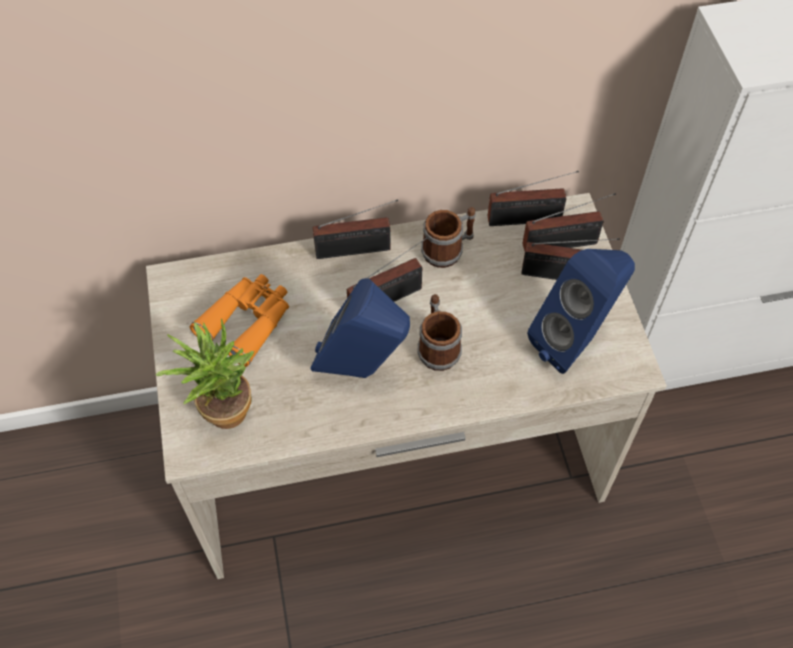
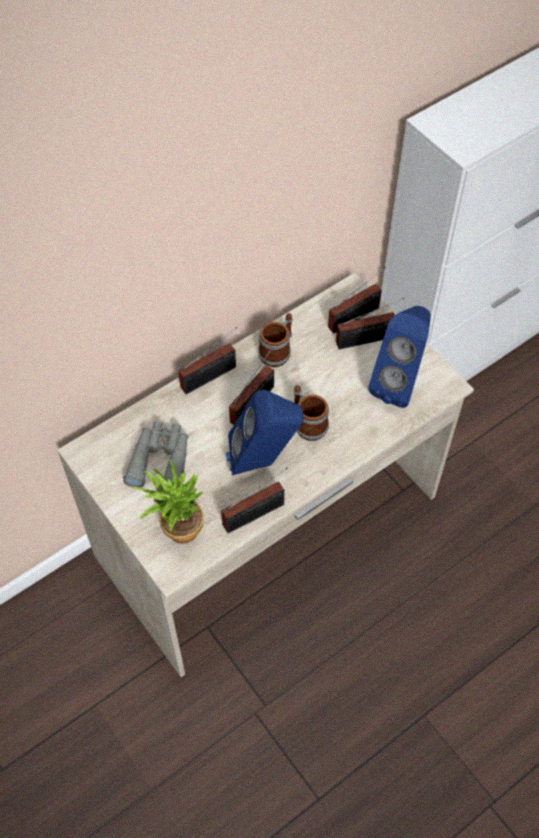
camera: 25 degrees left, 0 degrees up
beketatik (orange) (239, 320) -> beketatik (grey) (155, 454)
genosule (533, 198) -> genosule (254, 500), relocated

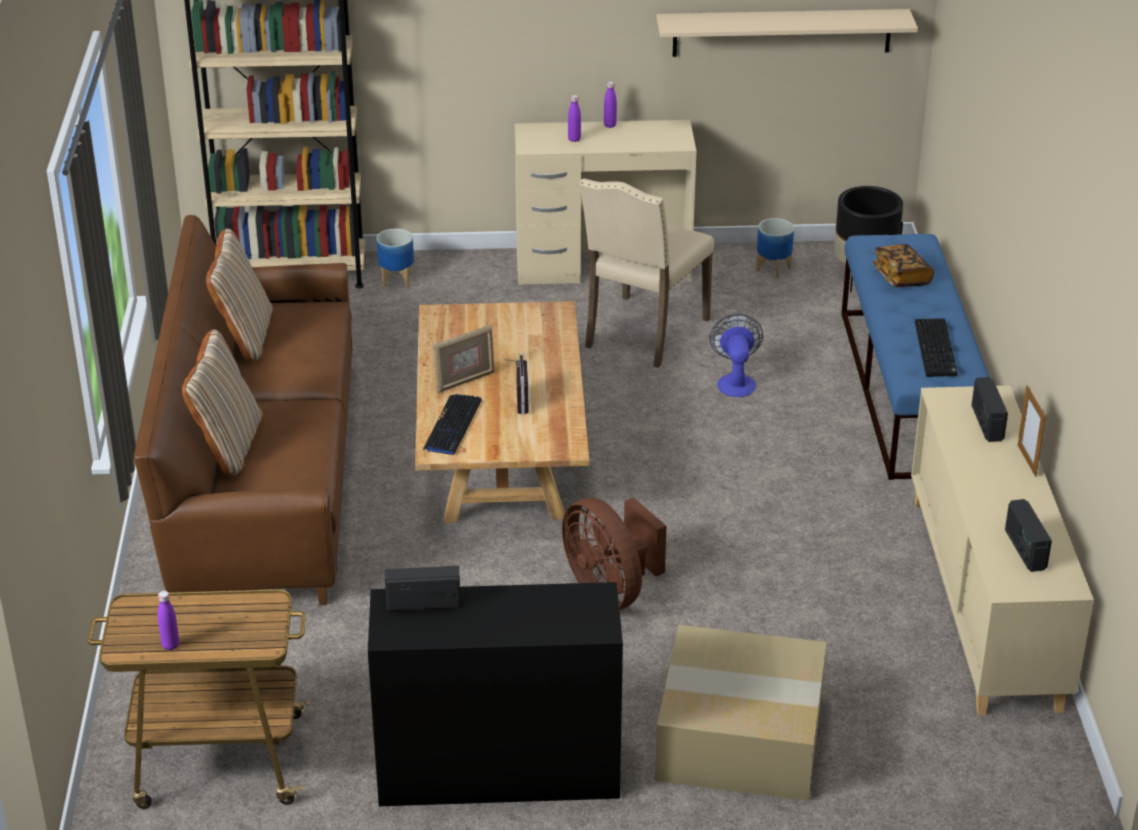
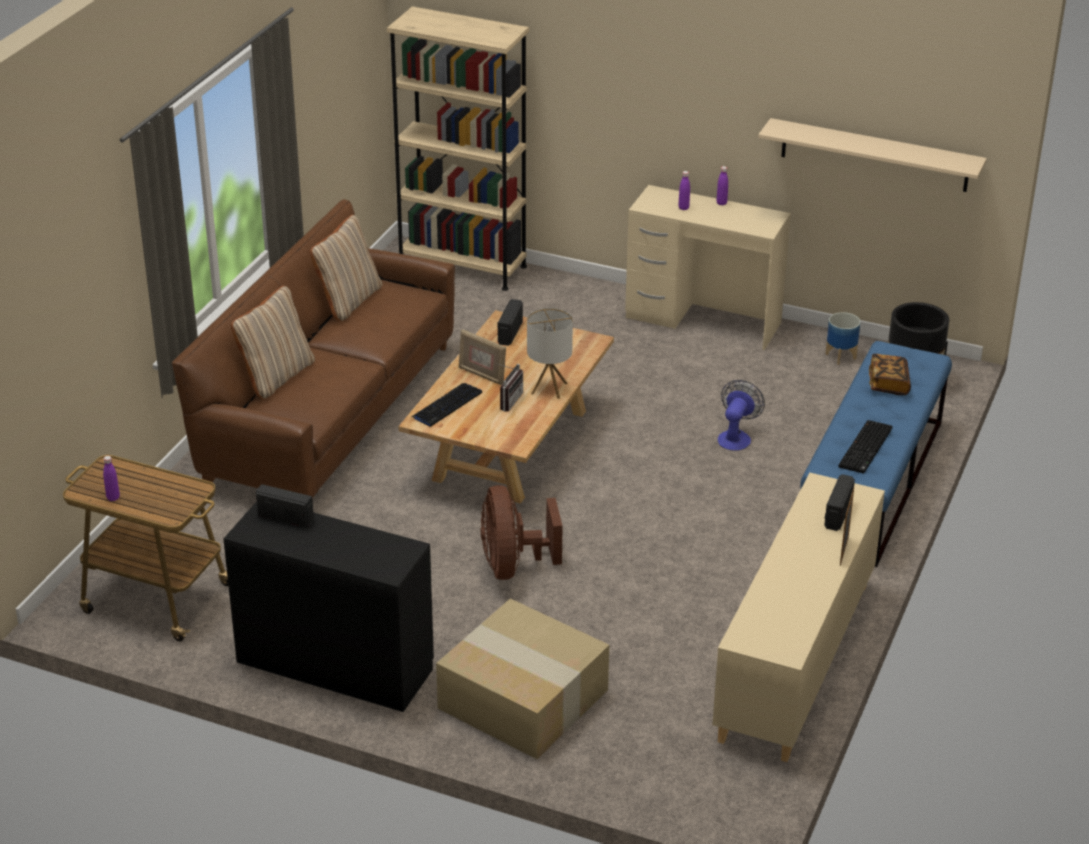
camera: 25 degrees right, 0 degrees up
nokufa (464, 359) -> nokufa (482, 357), 45 degrees clockwise
genosule (1028, 535) -> genosule (510, 322), relocated
none -> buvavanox (550, 353)
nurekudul (395, 258) -> none
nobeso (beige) (647, 273) -> none

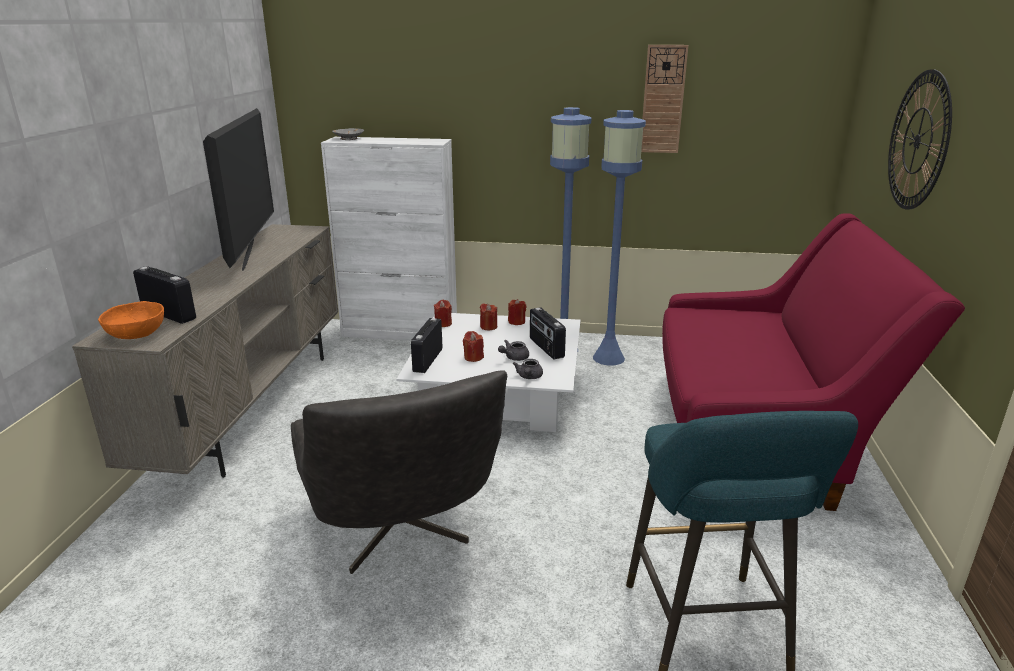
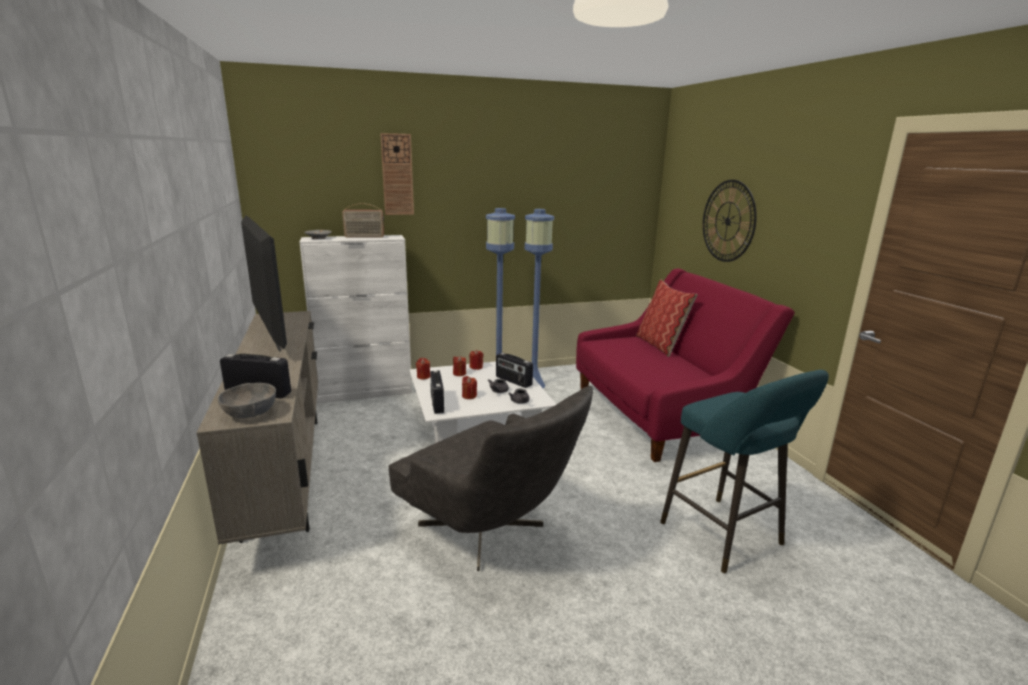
camera: 25 degrees left, 5 degrees down
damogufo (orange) (131, 320) -> damogufo (grey) (247, 400)
none -> genosule (363, 220)
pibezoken (665, 99) -> pibezoken (397, 174), relocated
none -> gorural (667, 318)

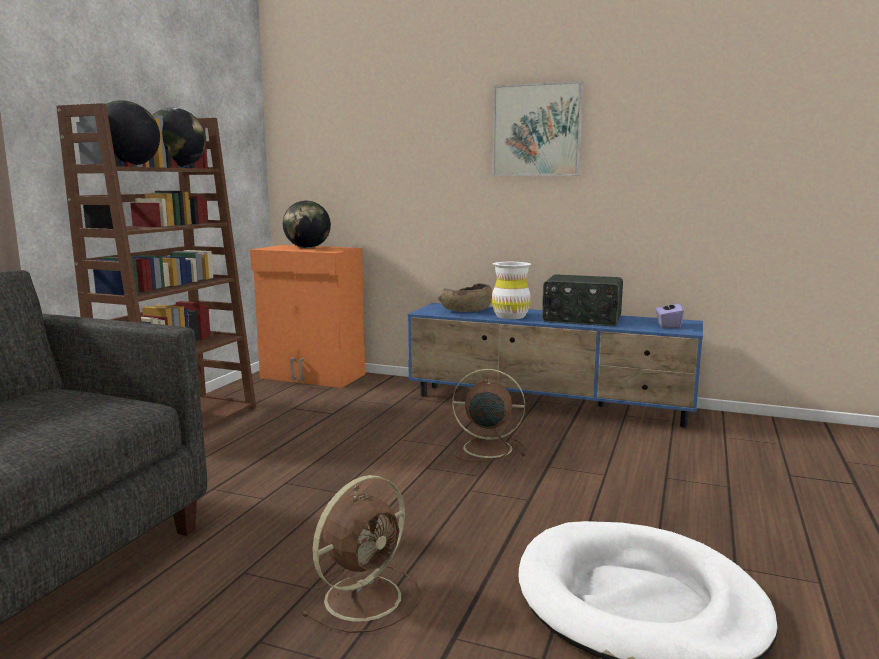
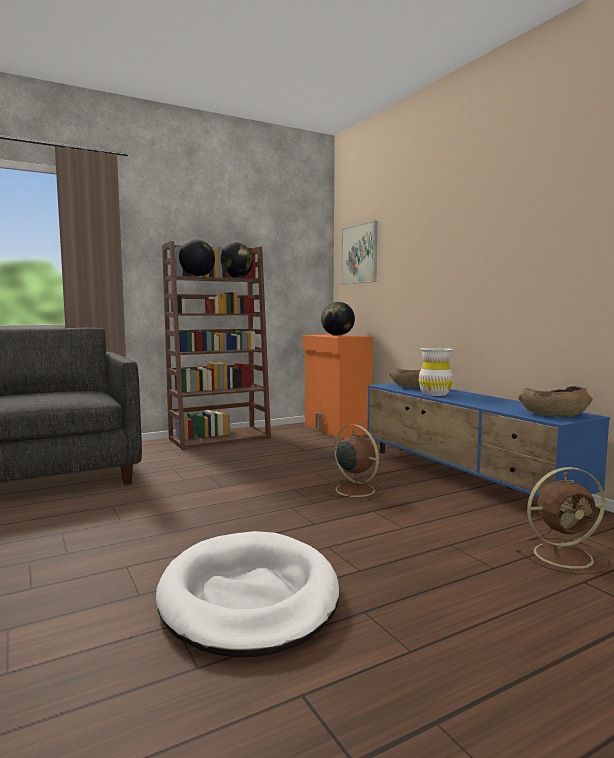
camera: 40 degrees right, 5 degrees down
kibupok (537, 128) -> kibupok (359, 252), relocated
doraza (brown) (361, 554) -> doraza (brown) (563, 521), relocated
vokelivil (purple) (669, 314) -> damogufo (brown) (555, 401)
genosule (582, 300) -> none

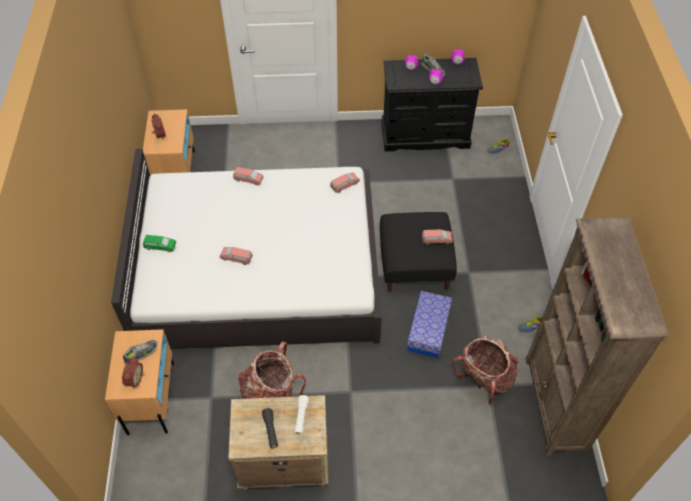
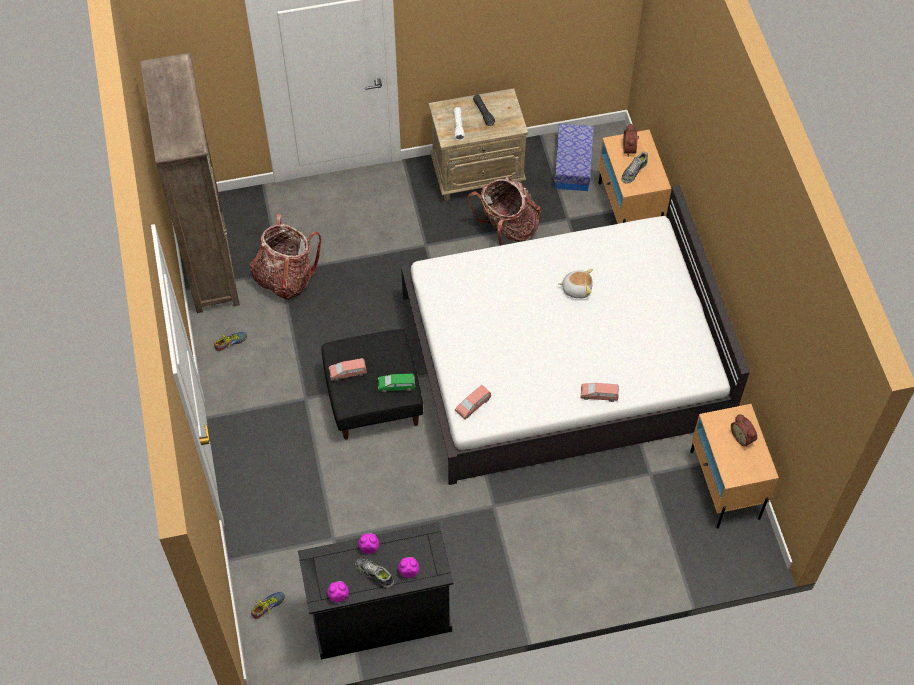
camera: 170 degrees right, 5 degrees up
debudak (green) (159, 243) -> debudak (green) (396, 383), relocated
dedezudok (429, 324) -> dedezudok (574, 157), relocated
debudak (pink) (236, 256) -> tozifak (575, 283)

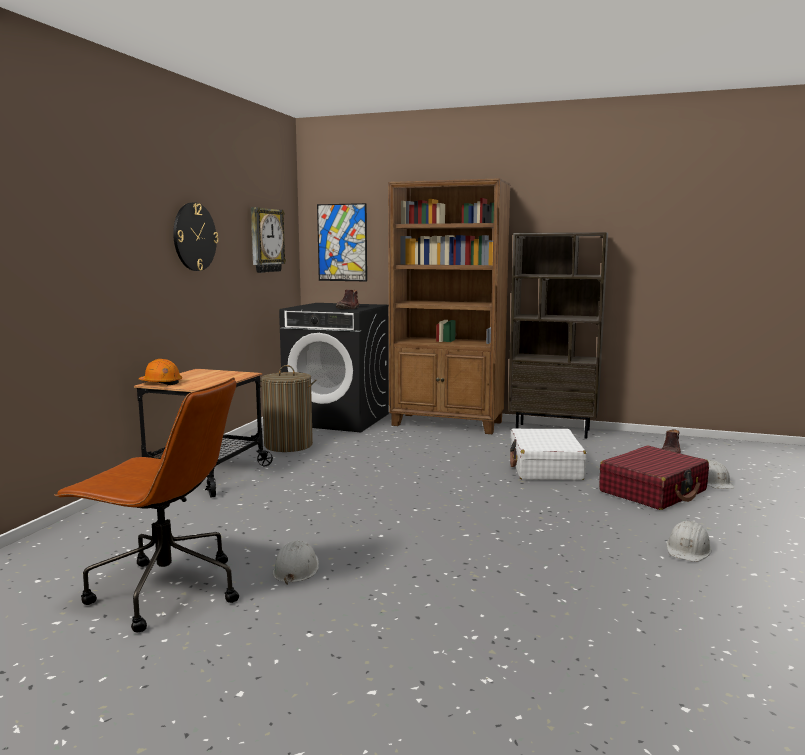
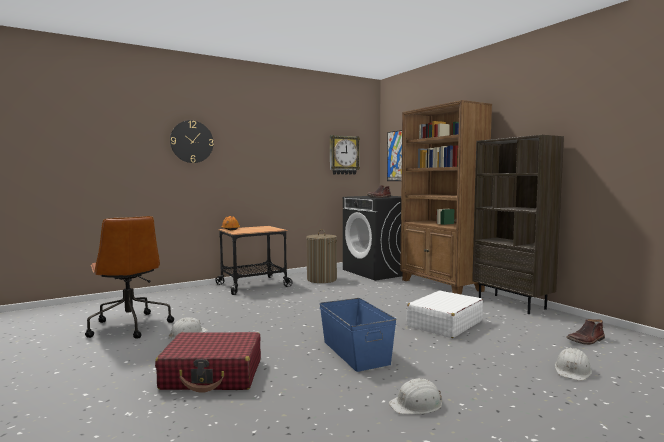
camera: 40 degrees right, 5 degrees down
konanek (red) (654, 478) -> konanek (red) (208, 362), relocated
pibezoken (195, 236) -> pibezoken (191, 141), relocated
none -> dedezudok (blue) (358, 335)

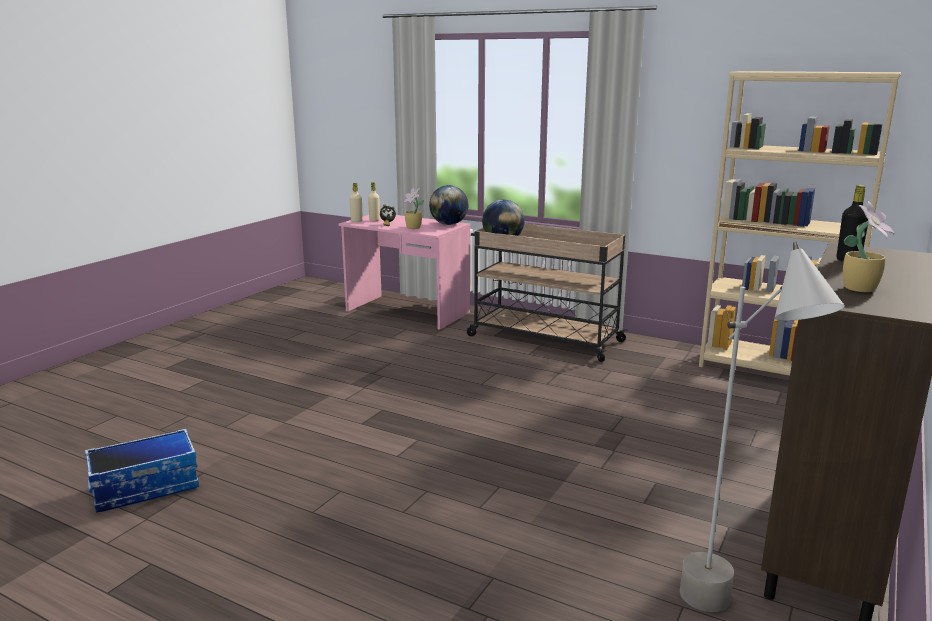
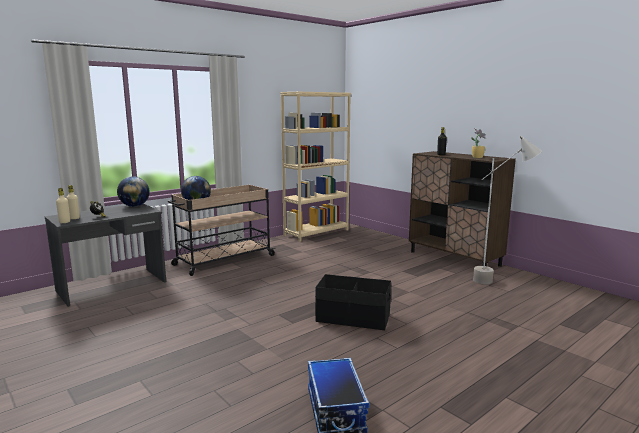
camera: 70 degrees left, 5 degrees down
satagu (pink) (405, 272) -> satagu (grey) (105, 255)
none -> dedezudok (black) (353, 302)
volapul (414, 208) -> none

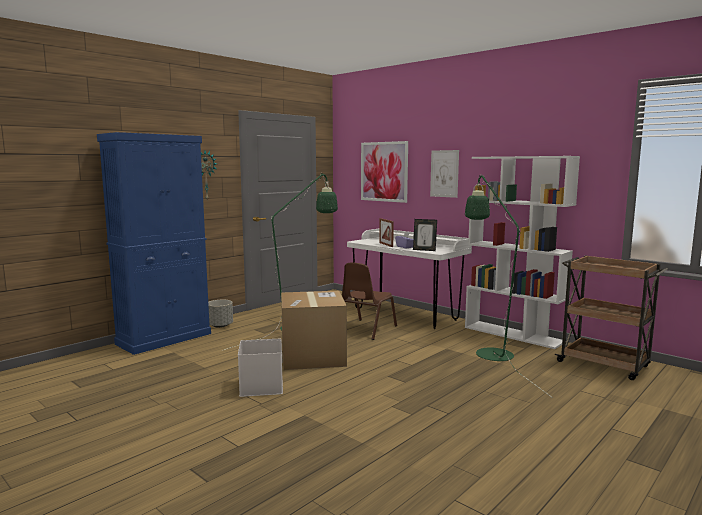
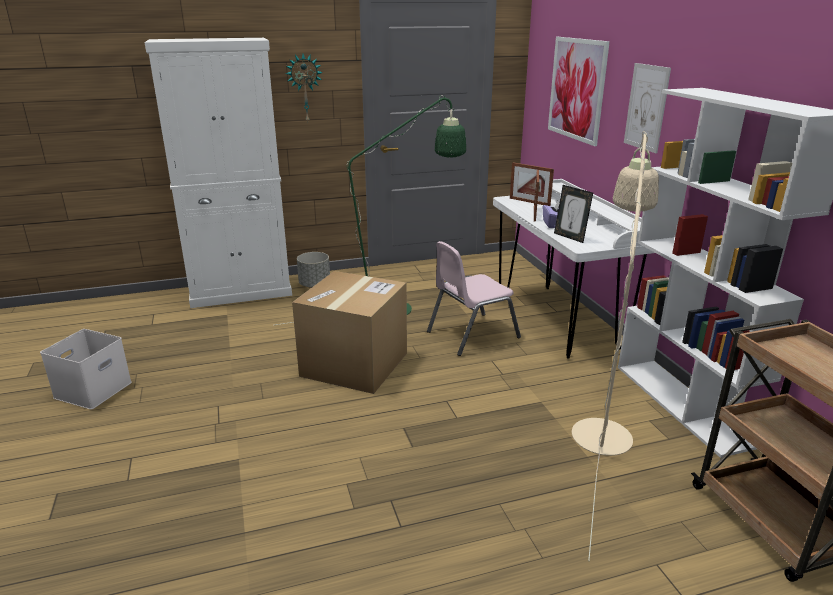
camera: 30 degrees right, 15 degrees up
dedezudok (white) (260, 368) -> dedezudok (white) (86, 369), relocated
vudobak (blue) (154, 243) -> vudobak (white) (218, 173)
nobeso (brown) (369, 301) -> nobeso (pink) (474, 298)
none -> nokufa (532, 184)
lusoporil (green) (509, 286) -> lusoporil (beige) (615, 346)

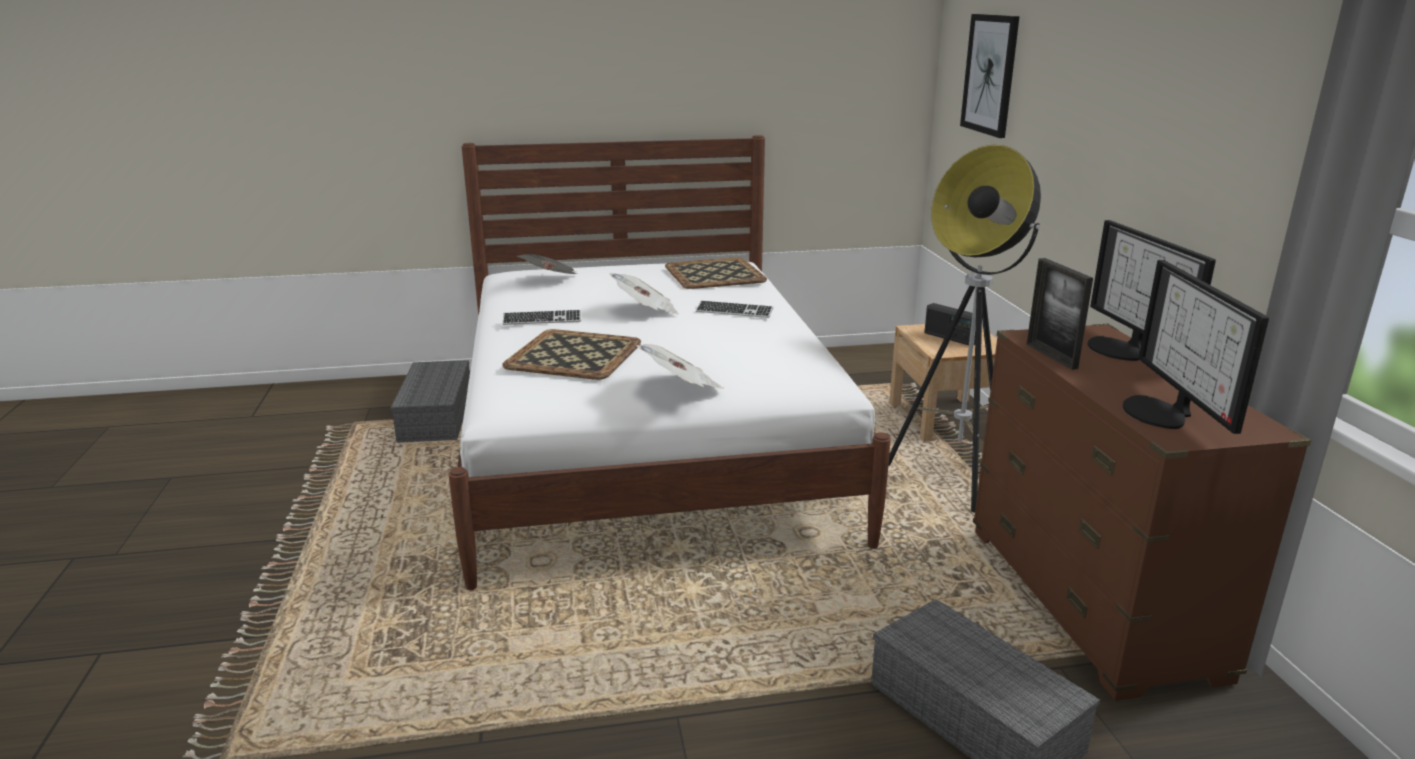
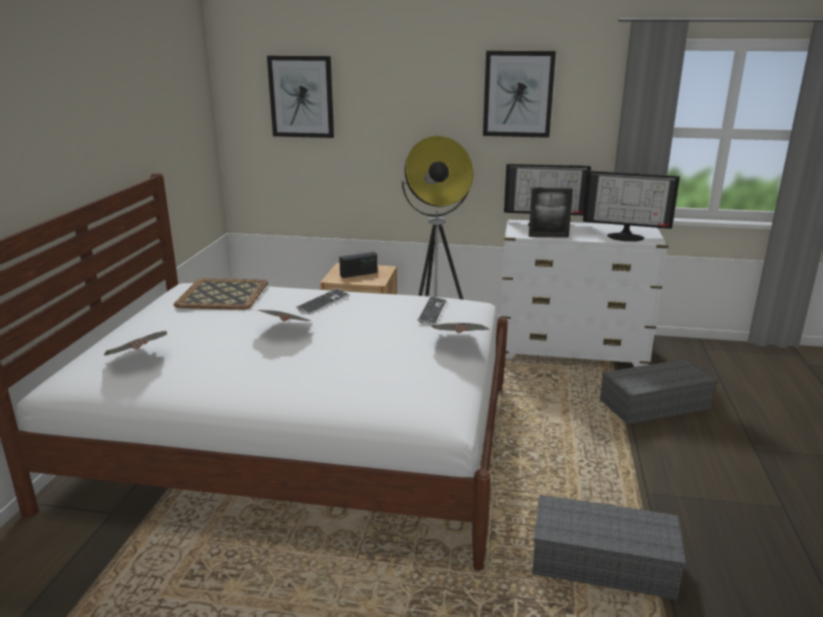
camera: 70 degrees left, 0 degrees up
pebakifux (541, 317) -> pebakifux (432, 310), relocated
none -> kibupok (519, 94)
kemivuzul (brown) (1142, 512) -> kemivuzul (white) (584, 293)
dedezudok (grey) (430, 401) -> dedezudok (grey) (609, 547), relocated
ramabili (571, 354) -> none

